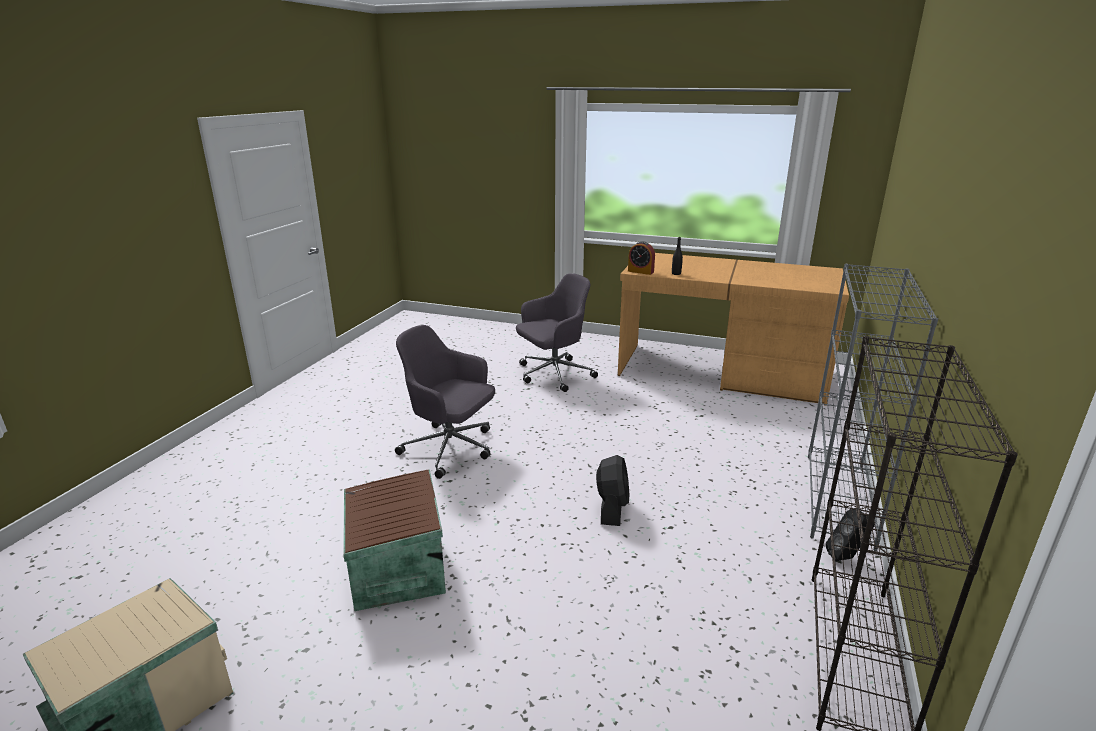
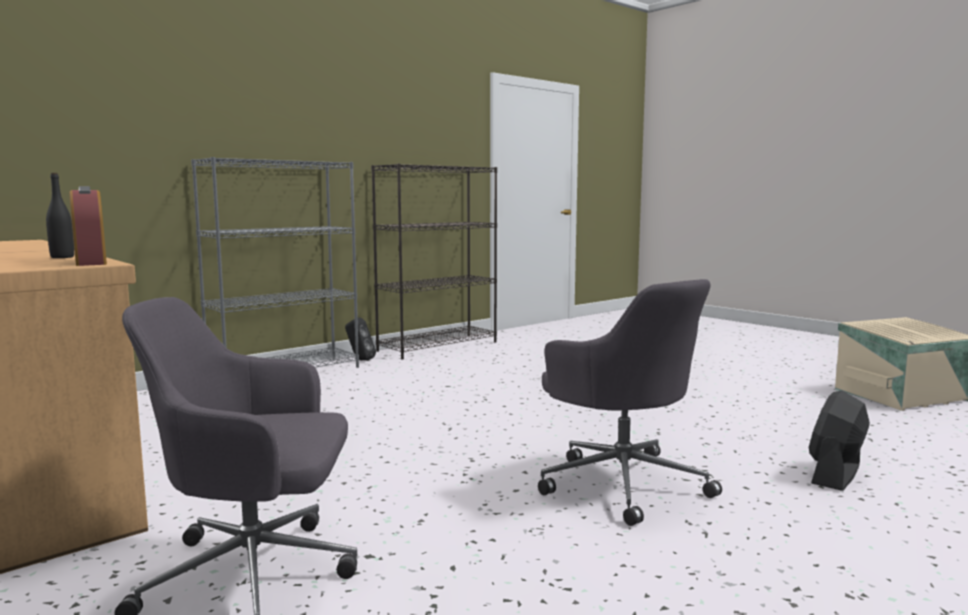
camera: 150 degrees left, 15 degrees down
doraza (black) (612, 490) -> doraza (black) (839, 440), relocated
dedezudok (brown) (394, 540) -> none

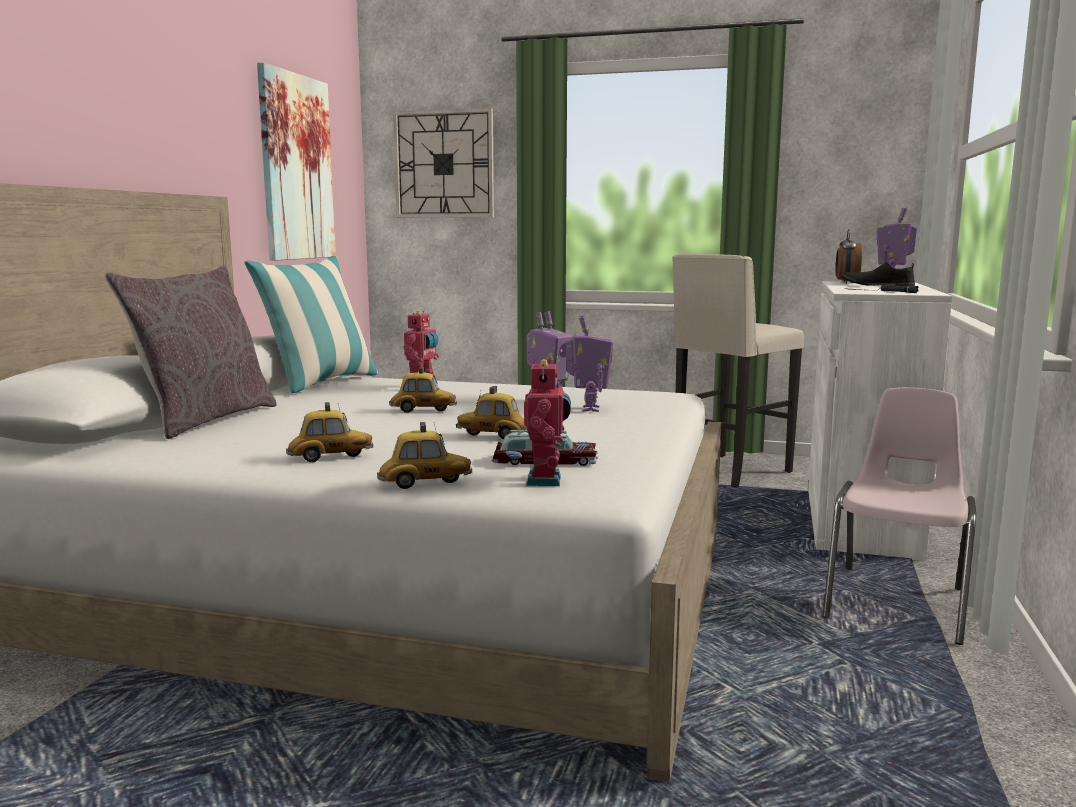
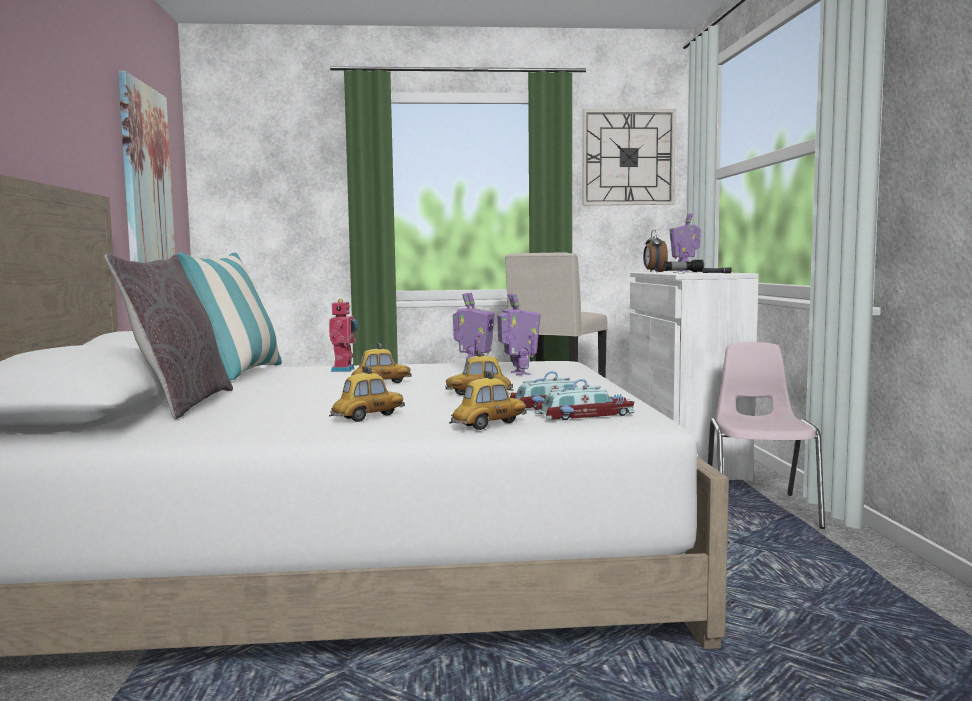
camera: 20 degrees left, 5 degrees down
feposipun (547, 422) -> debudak (584, 399)
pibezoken (443, 163) -> pibezoken (629, 157), relocated
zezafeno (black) (878, 274) -> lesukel (684, 265)

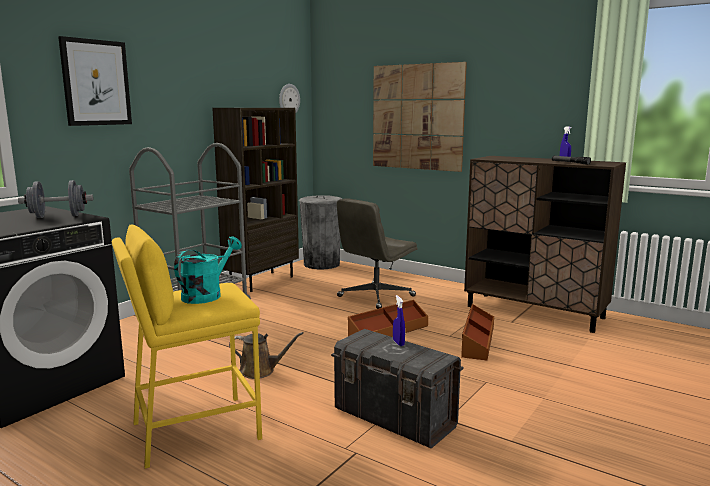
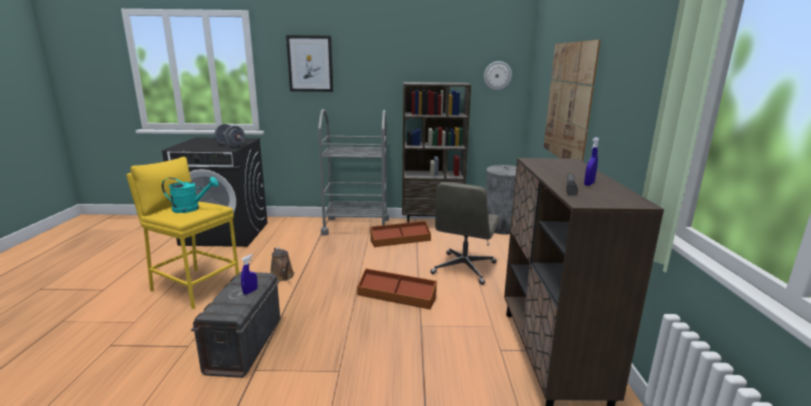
camera: 55 degrees right, 5 degrees up
dedezudok (brown) (477, 332) -> dedezudok (brown) (400, 234), relocated
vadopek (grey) (377, 253) -> vadopek (grey) (464, 233), 75 degrees counterclockwise

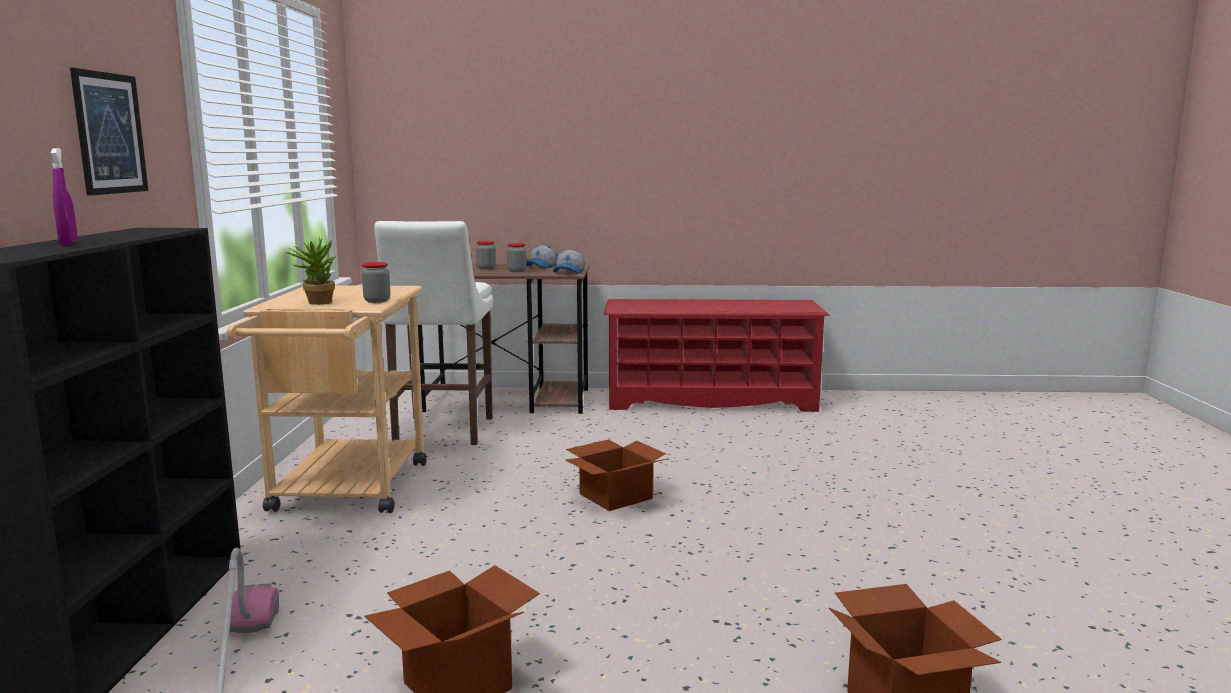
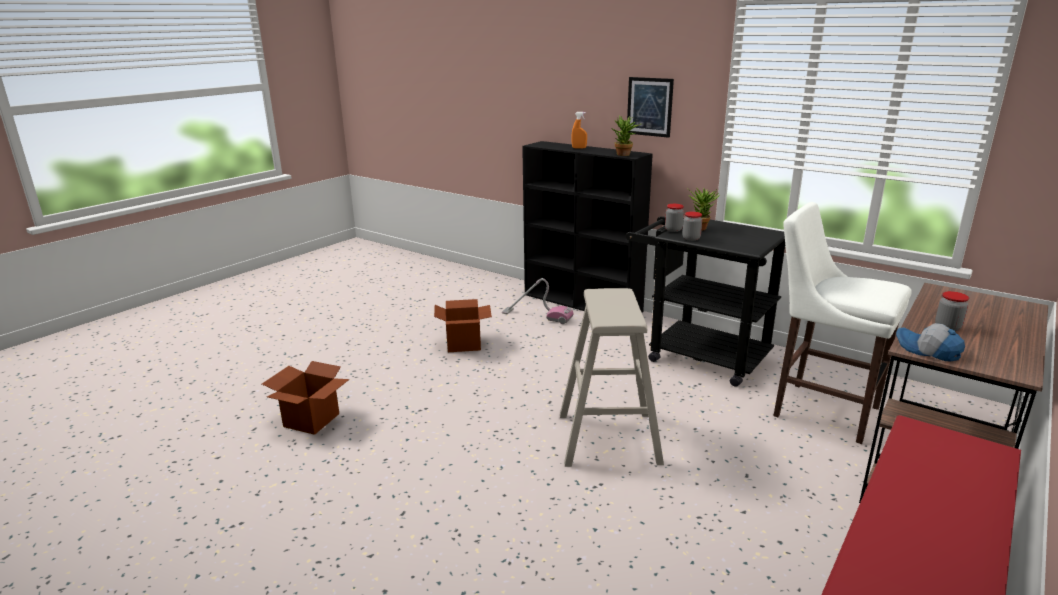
camera: 125 degrees right, 10 degrees up
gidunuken (616, 475) -> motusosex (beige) (612, 377)
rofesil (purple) (64, 196) -> rofesil (orange) (579, 130)
none -> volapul (626, 136)
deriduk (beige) (327, 399) -> deriduk (black) (705, 301)
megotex (486, 255) -> megotex (674, 218), relocated
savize (542, 257) -> none

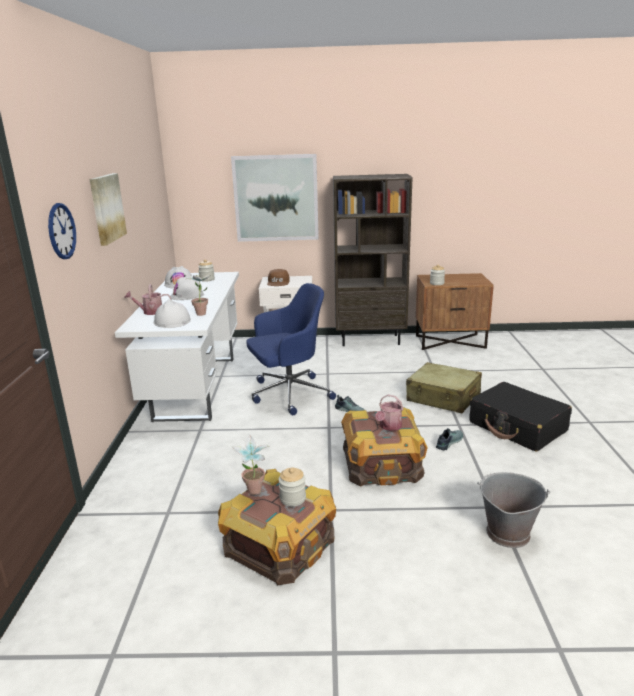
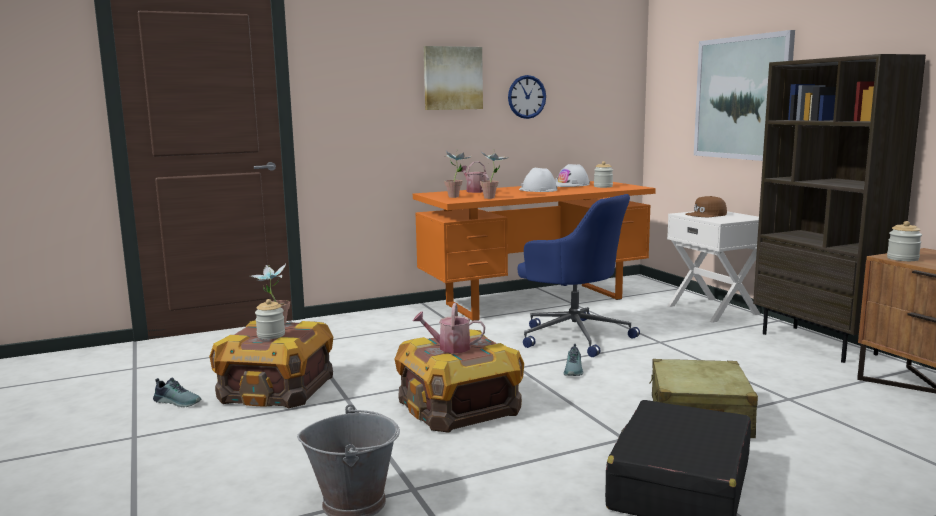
camera: 65 degrees right, 10 degrees down
zezafeno (449, 439) -> zezafeno (177, 392), relocated
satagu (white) (177, 347) -> satagu (orange) (534, 251)
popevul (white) (172, 313) -> volapul (457, 174)
pibezoken (62, 231) -> pibezoken (527, 97), relocated

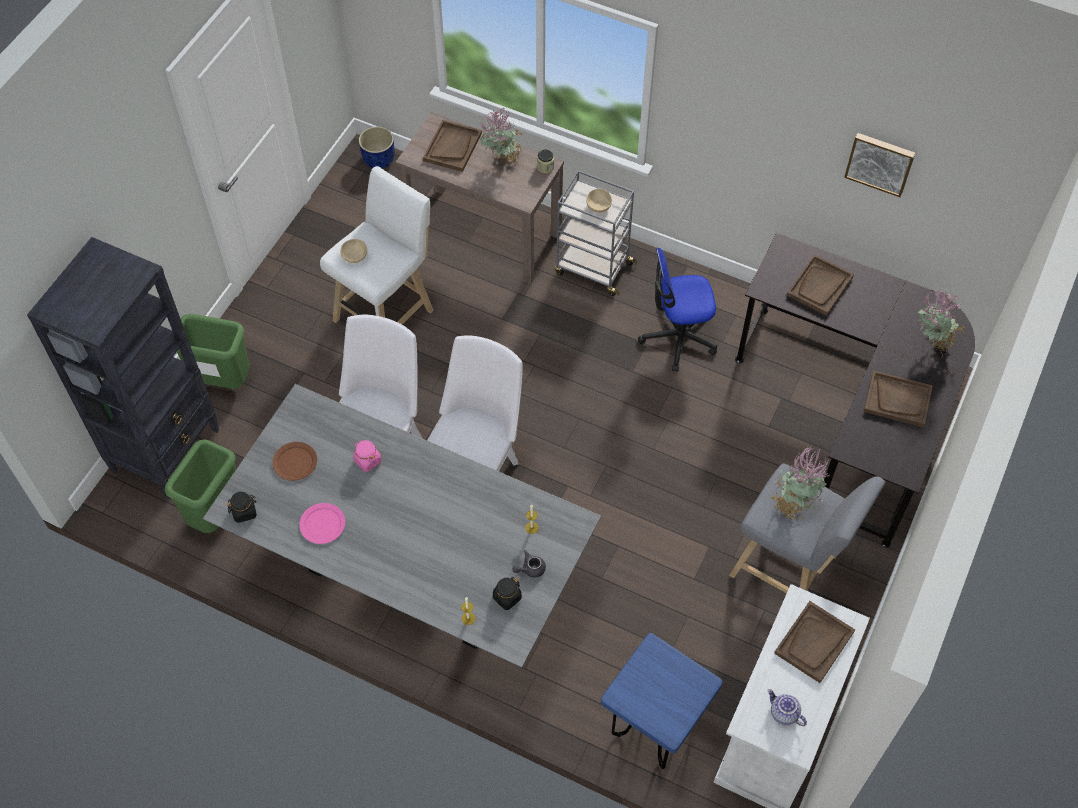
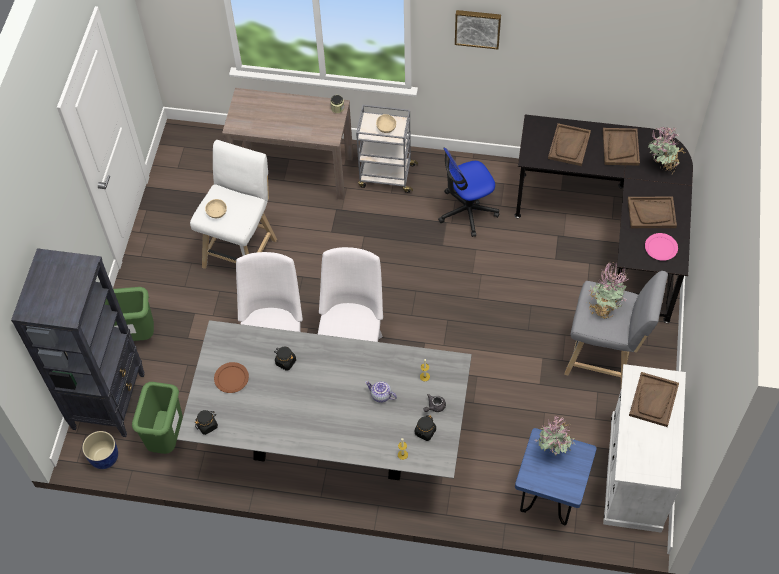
camera: 15 degrees left, 0 degrees up
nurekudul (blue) (376, 148) -> nurekudul (blue) (100, 450), relocated
megotex (pink) (367, 456) -> megotex (black) (285, 359)
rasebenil (787, 707) -> rasebenil (381, 392), relocated
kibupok (879, 165) -> kibupok (478, 29), relocated
volapul (501, 136) -> volapul (555, 435), relocated
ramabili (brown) (452, 146) -> ramabili (brown) (621, 147), relocated
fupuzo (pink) (322, 523) -> fupuzo (pink) (661, 247), relocated

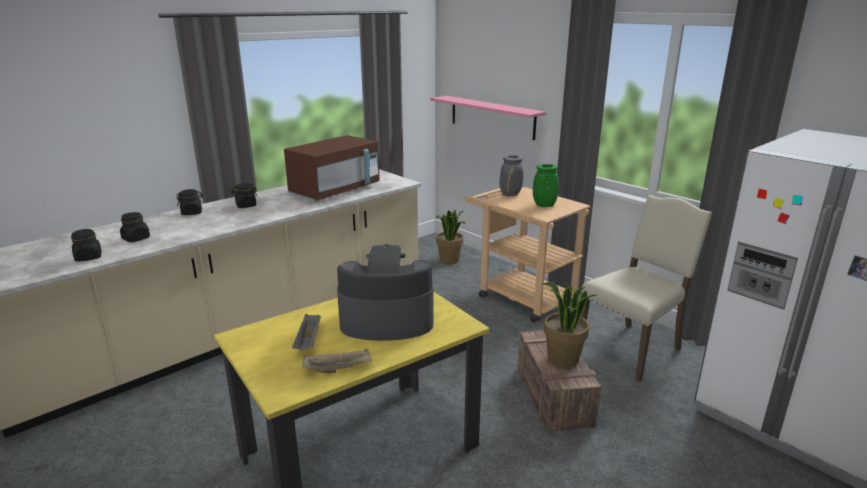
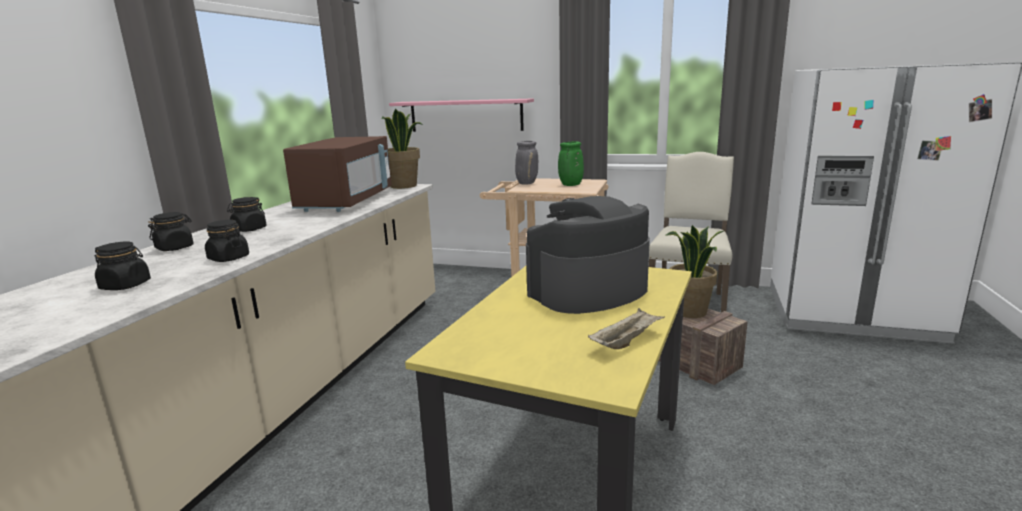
camera: 30 degrees left, 5 degrees down
megotex (black) (86, 245) -> megotex (black) (227, 241), relocated
volapul (450, 237) -> volapul (402, 149), relocated
ramabili (grey) (306, 332) -> none

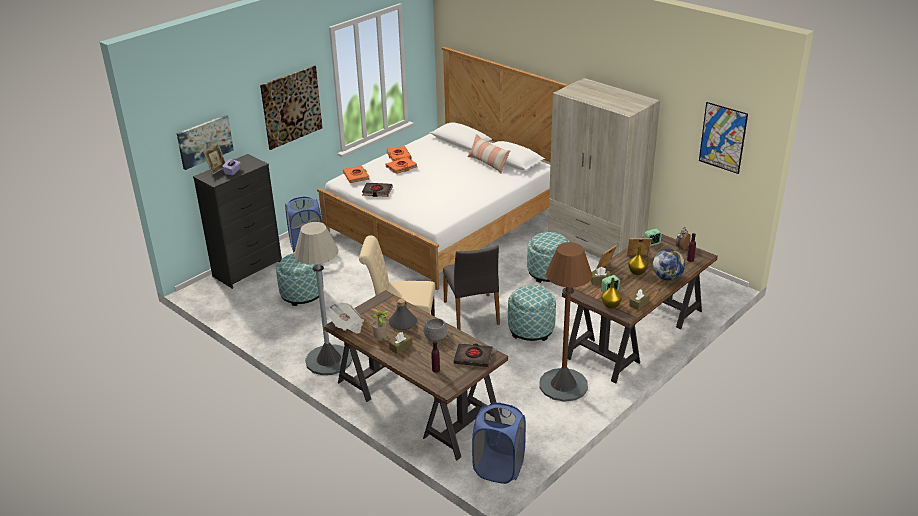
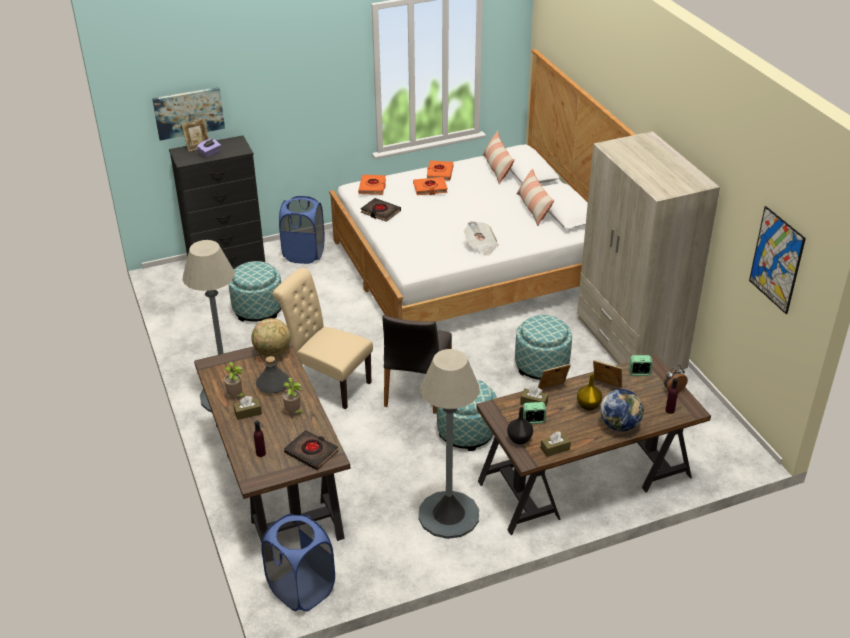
camera: 25 degrees right, 5 degrees up
none -> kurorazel (271, 337)
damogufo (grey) (435, 329) -> volapul (293, 396)
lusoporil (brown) (566, 322) -> lusoporil (grey) (449, 444)
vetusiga (346, 318) -> vetusiga (481, 238), relocated
none -> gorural (498, 157)
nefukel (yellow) (611, 293) -> nefukel (black) (520, 425)
kibupok (291, 107) -> none

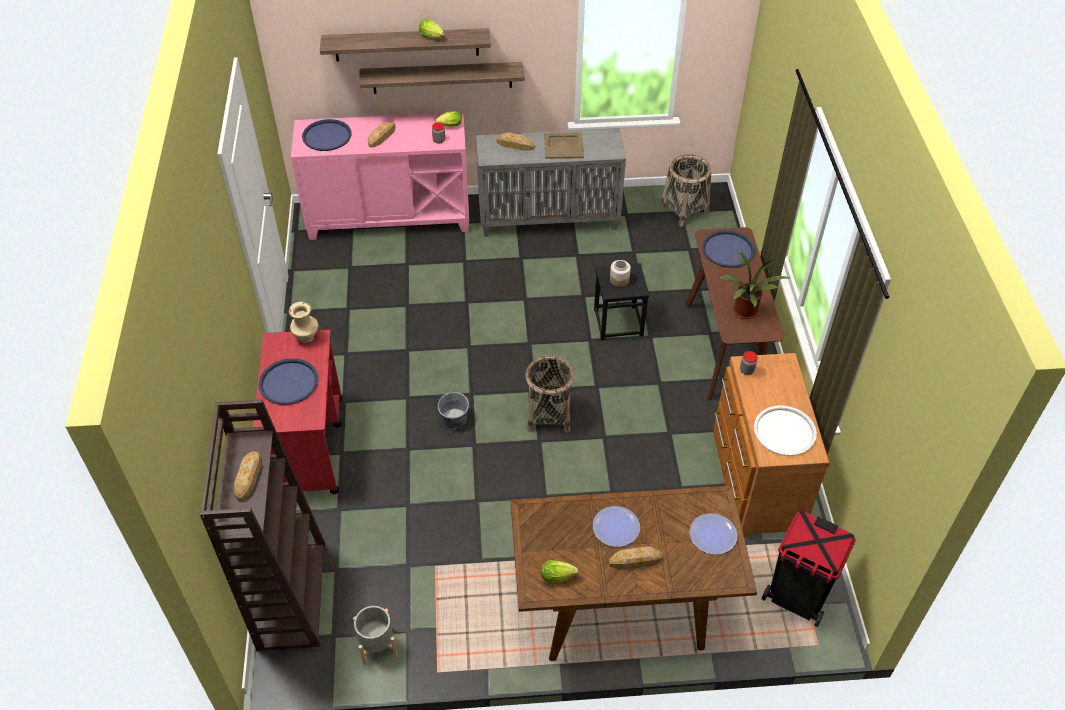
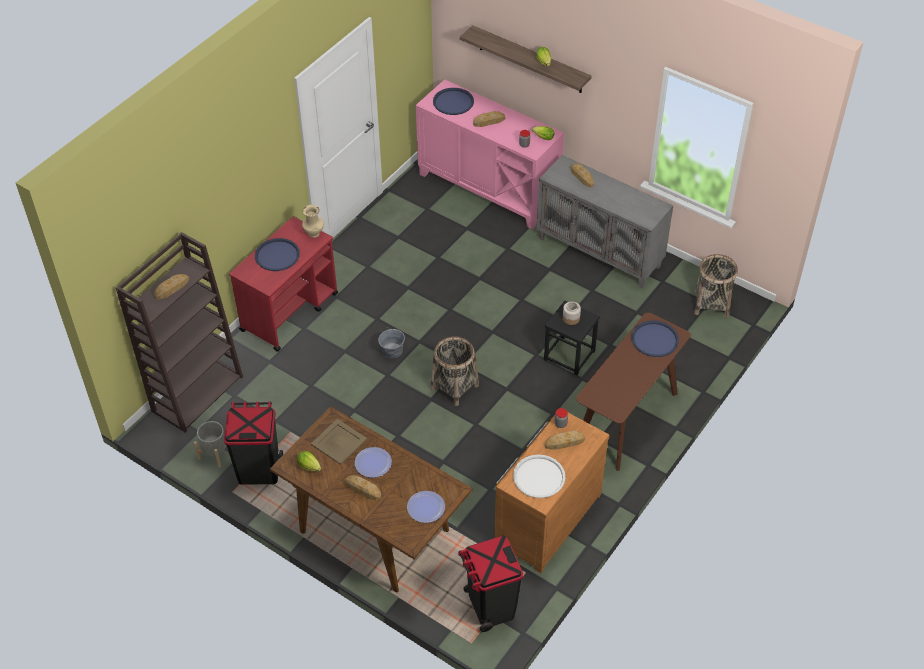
camera: 40 degrees right, 0 degrees up
none -> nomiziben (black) (253, 443)
ramabili (beige) (564, 145) -> ramabili (beige) (339, 442), relocated
none -> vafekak (565, 440)
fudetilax (442, 78) -> none
volapul (754, 284) -> none

